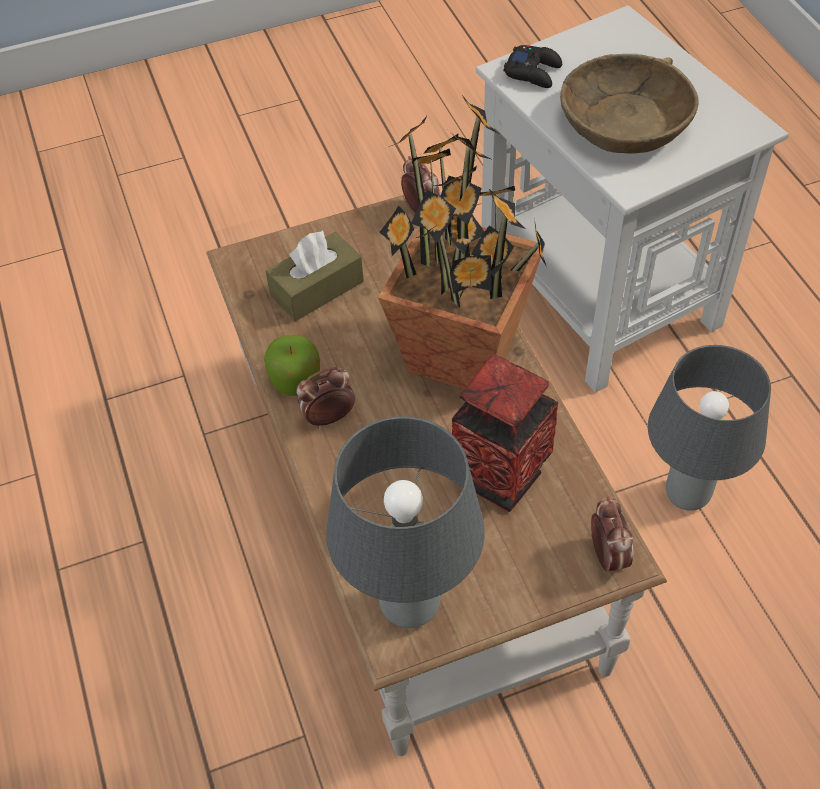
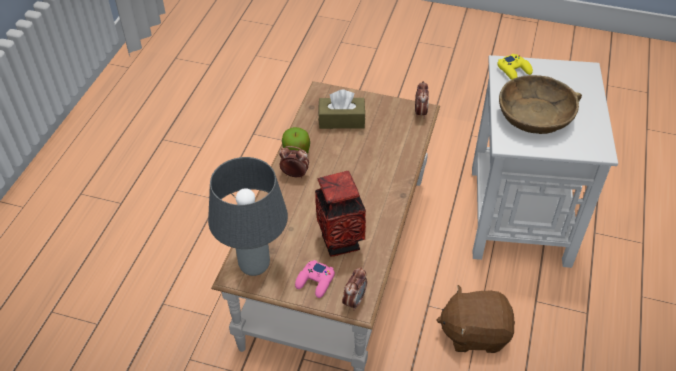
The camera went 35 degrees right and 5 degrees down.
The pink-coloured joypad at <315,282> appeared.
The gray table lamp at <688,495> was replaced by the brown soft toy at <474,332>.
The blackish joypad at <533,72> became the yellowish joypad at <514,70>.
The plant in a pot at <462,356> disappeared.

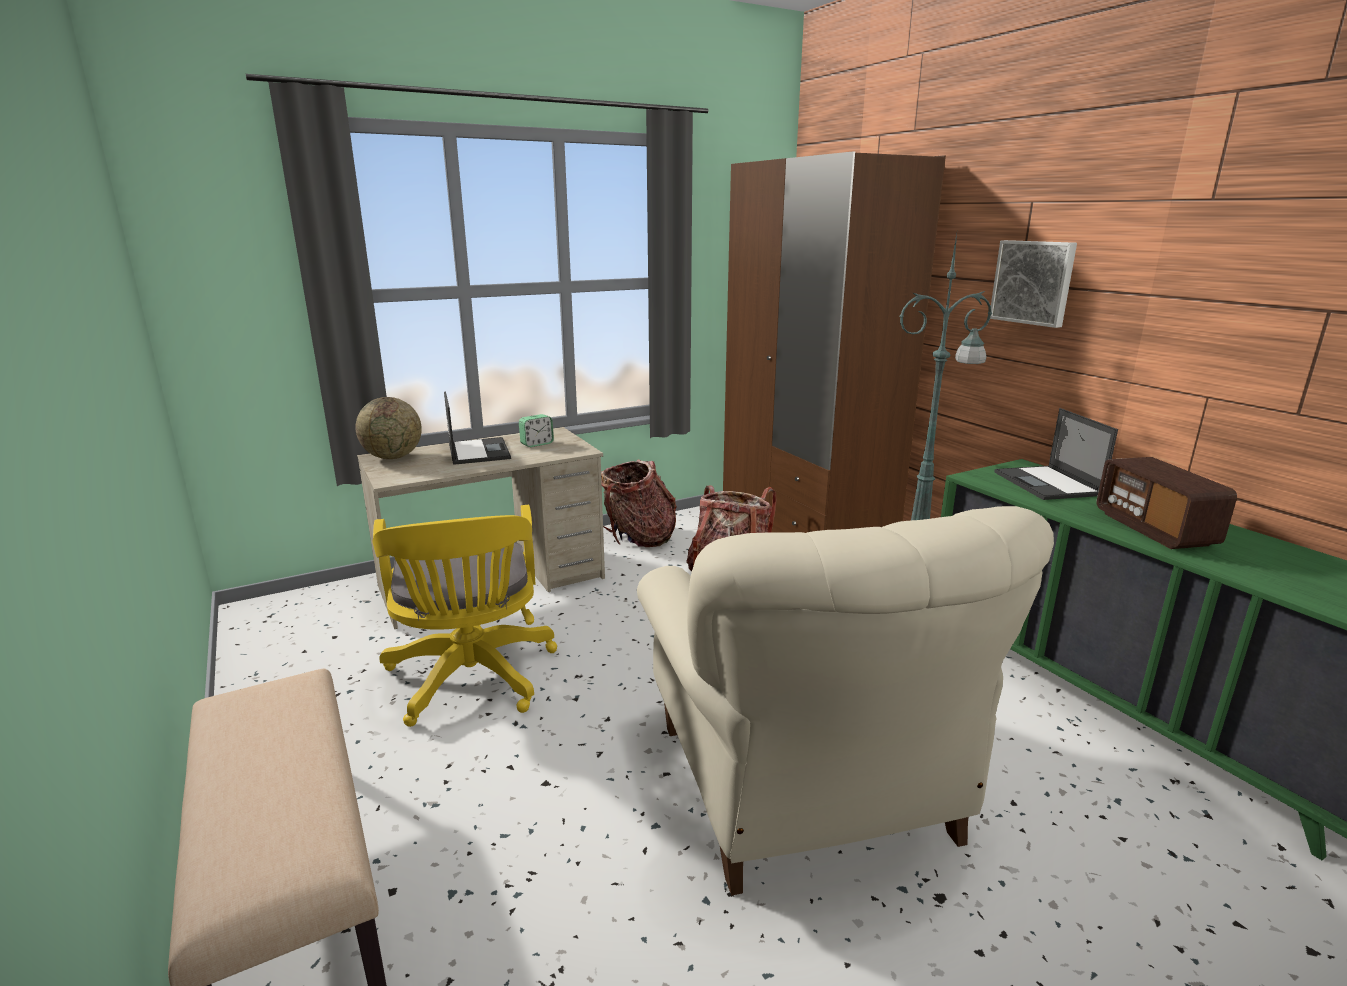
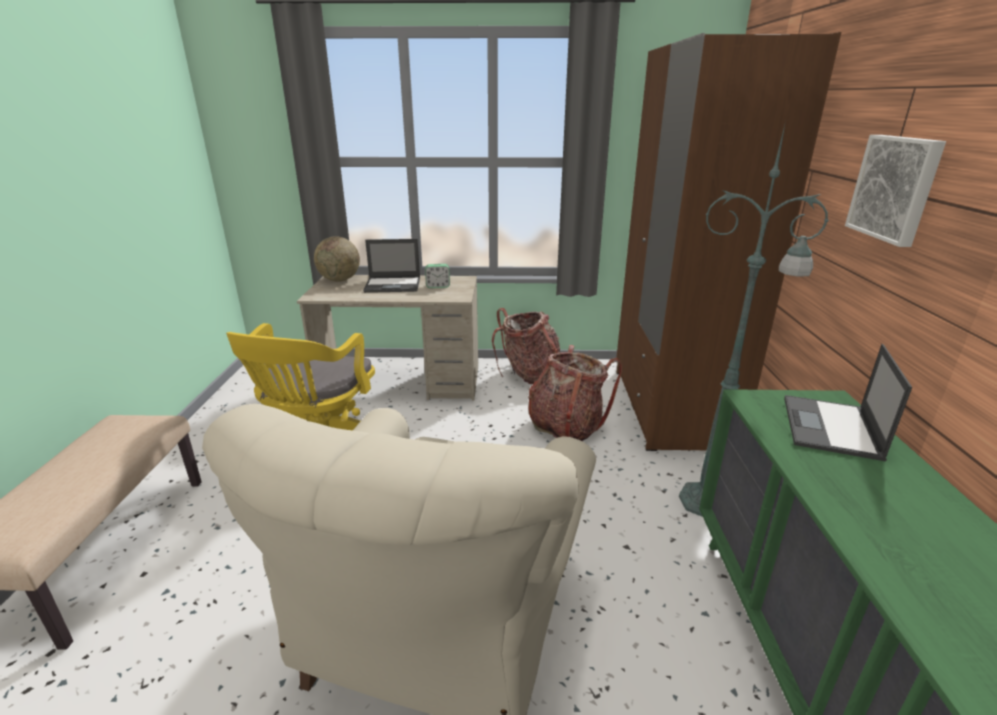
The camera went 30 degrees right and 5 degrees up.
The laptop at <478,451> turned 75 degrees clockwise.
The radio at <1154,529> disappeared.

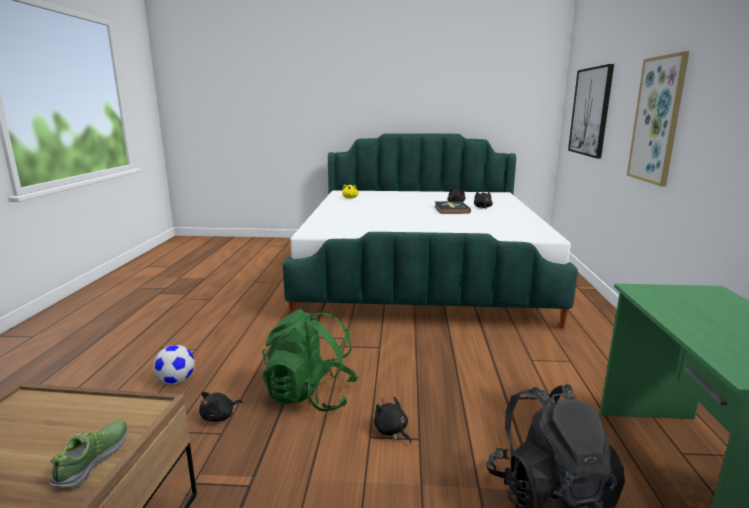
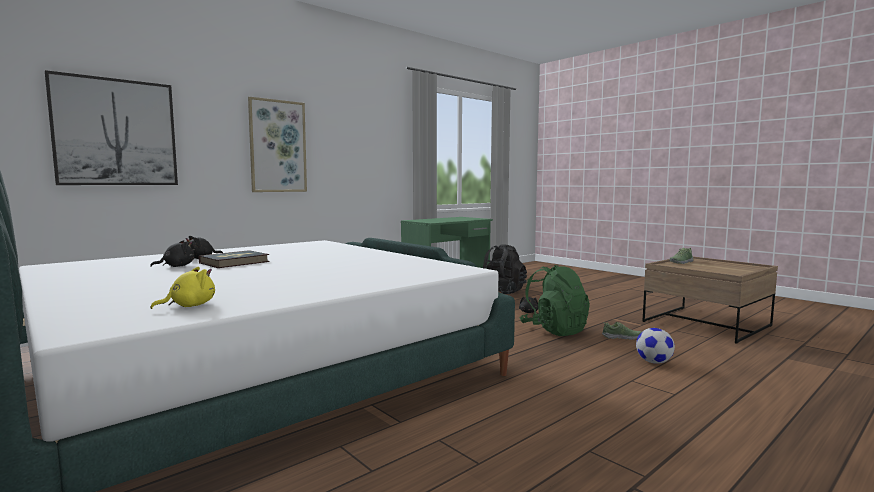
The camera went 135 degrees left and 10 degrees down.
The blackish soft toy at <220,416> was replaced by the shoe at <622,337>.

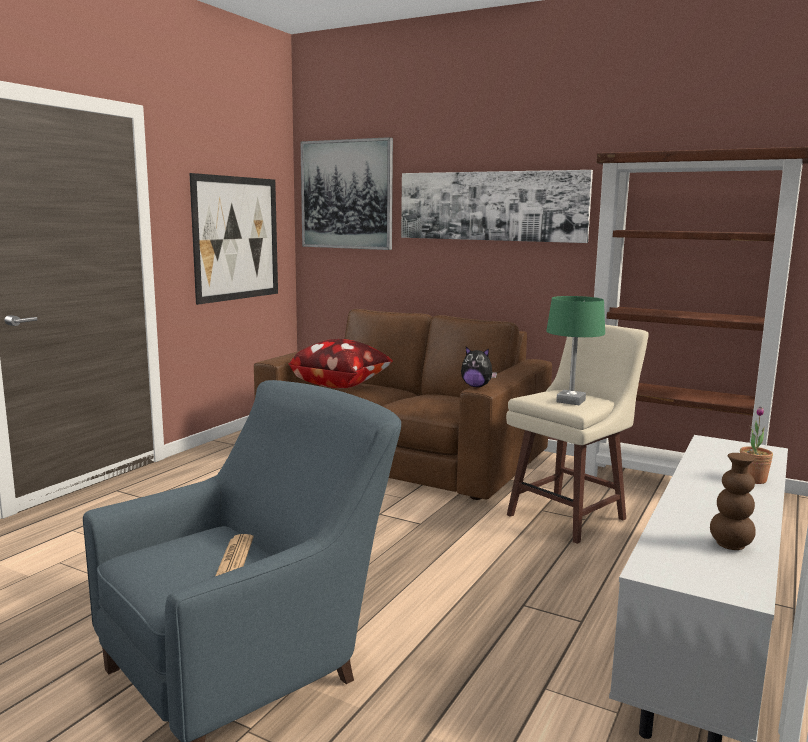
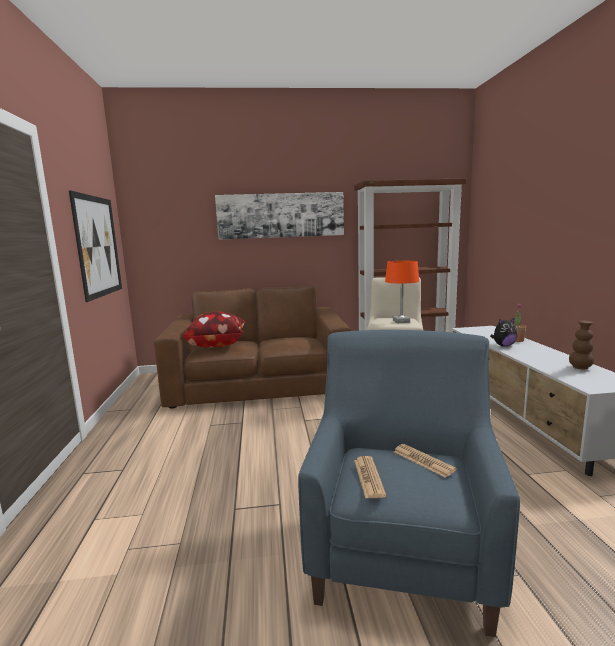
The camera went 35 degrees left and 0 degrees up.
The printed paper at <369,477> appeared.
The greenish table lamp at <571,401> became the orange table lamp at <401,321>.
The soft toy moved from <476,386> to <503,345>.
The picture at <346,194> disappeared.

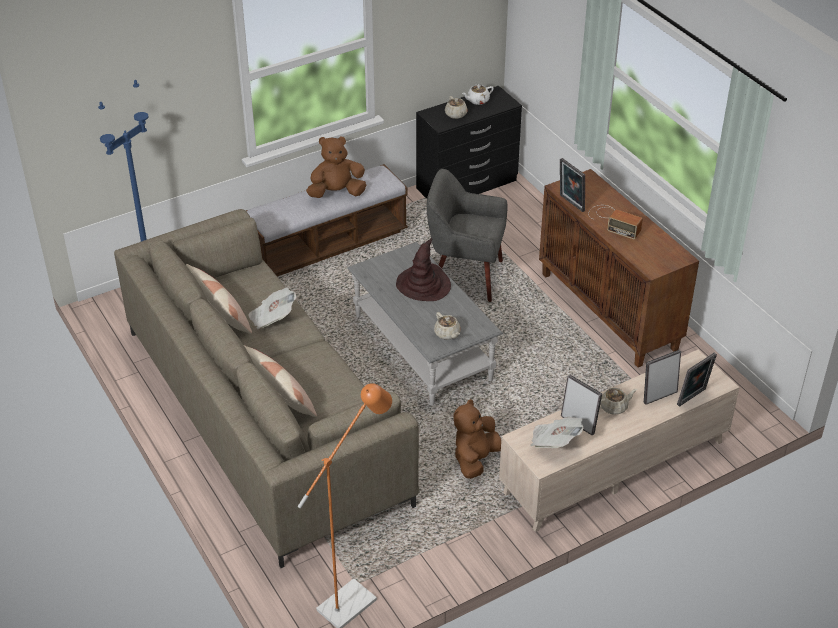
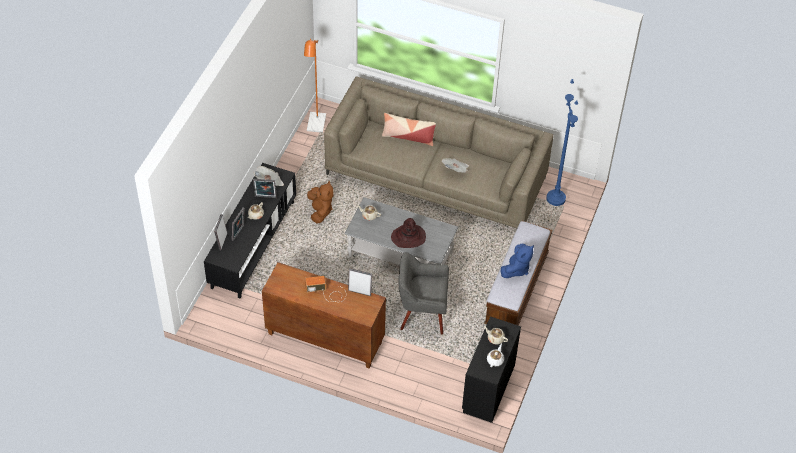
The camera went 140 degrees right and 10 degrees up.
The beige tv unit at <614,467> became the blackish tv unit at <253,244>.
The gray easy chair at <465,276> turned 150 degrees counterclockwise.
The brown soft toy at <336,193> became the blue soft toy at <516,269>.
The cushion at <221,314> disappeared.

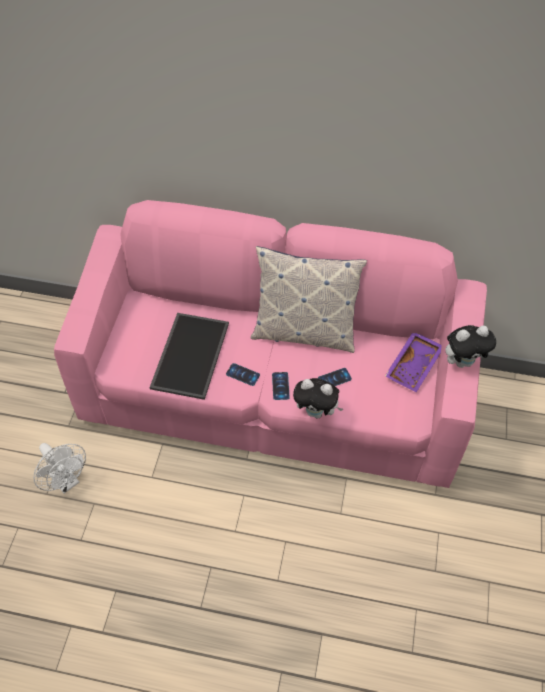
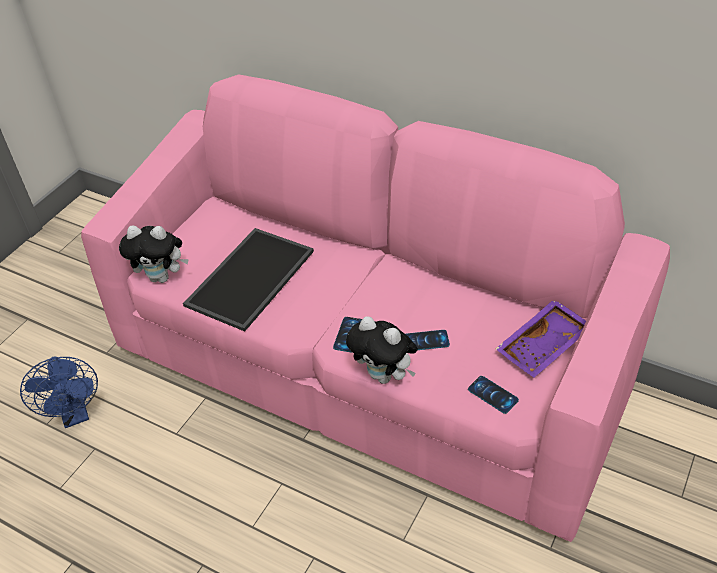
The camera went 20 degrees right and 10 degrees down.
The white cooling fan at <67,481> became the blue cooling fan at <75,415>.
The soft toy moved from <463,361> to <162,277>.
The handset moved from <243,374> to <493,395>.
The cushion at <304,332> disappeared.

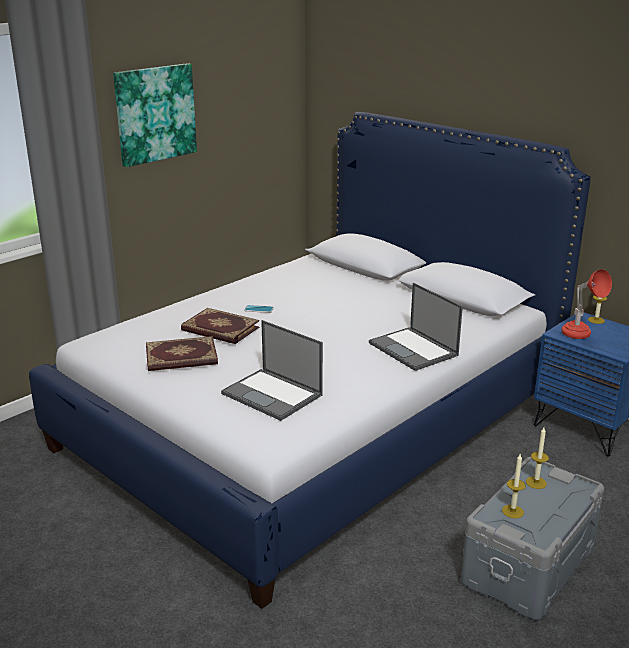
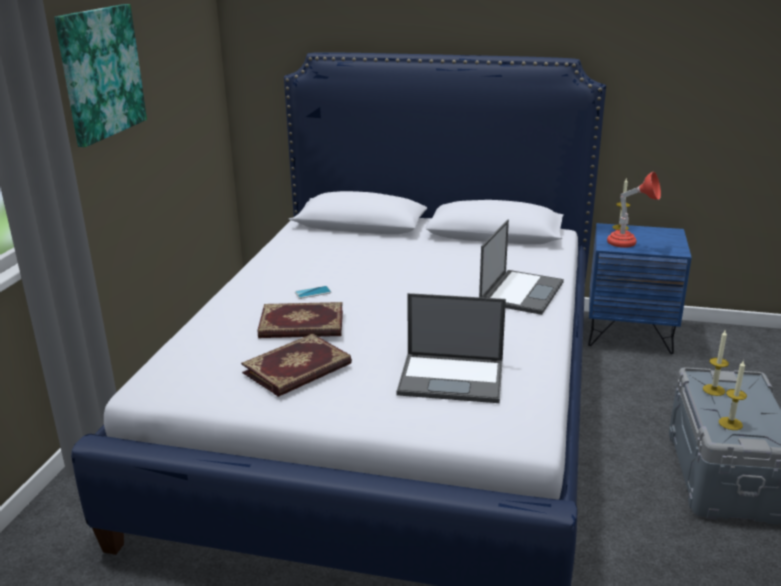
The camera went 30 degrees left and 0 degrees up.
The laptop at <414,349> turned 90 degrees counterclockwise.

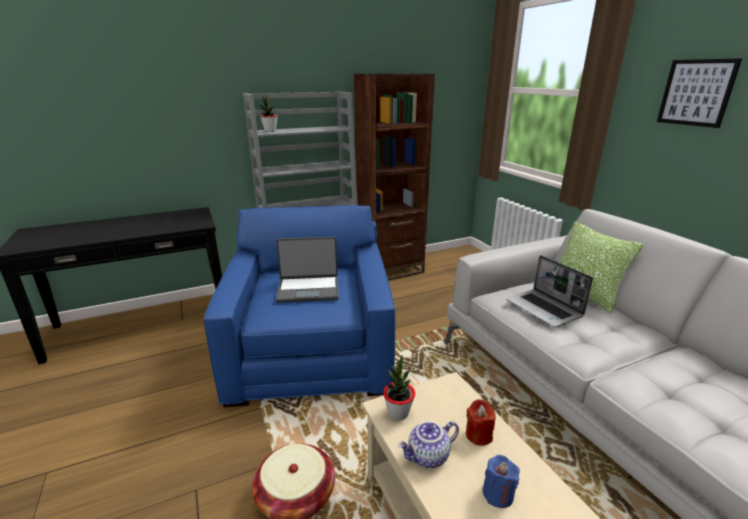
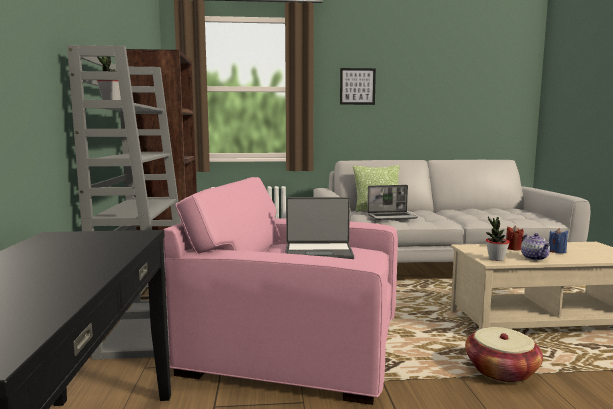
The camera went 70 degrees left and 15 degrees down.
The blue easy chair at <311,349> became the pink-coloured easy chair at <294,343>.
The laptop at <308,289> turned 75 degrees clockwise.

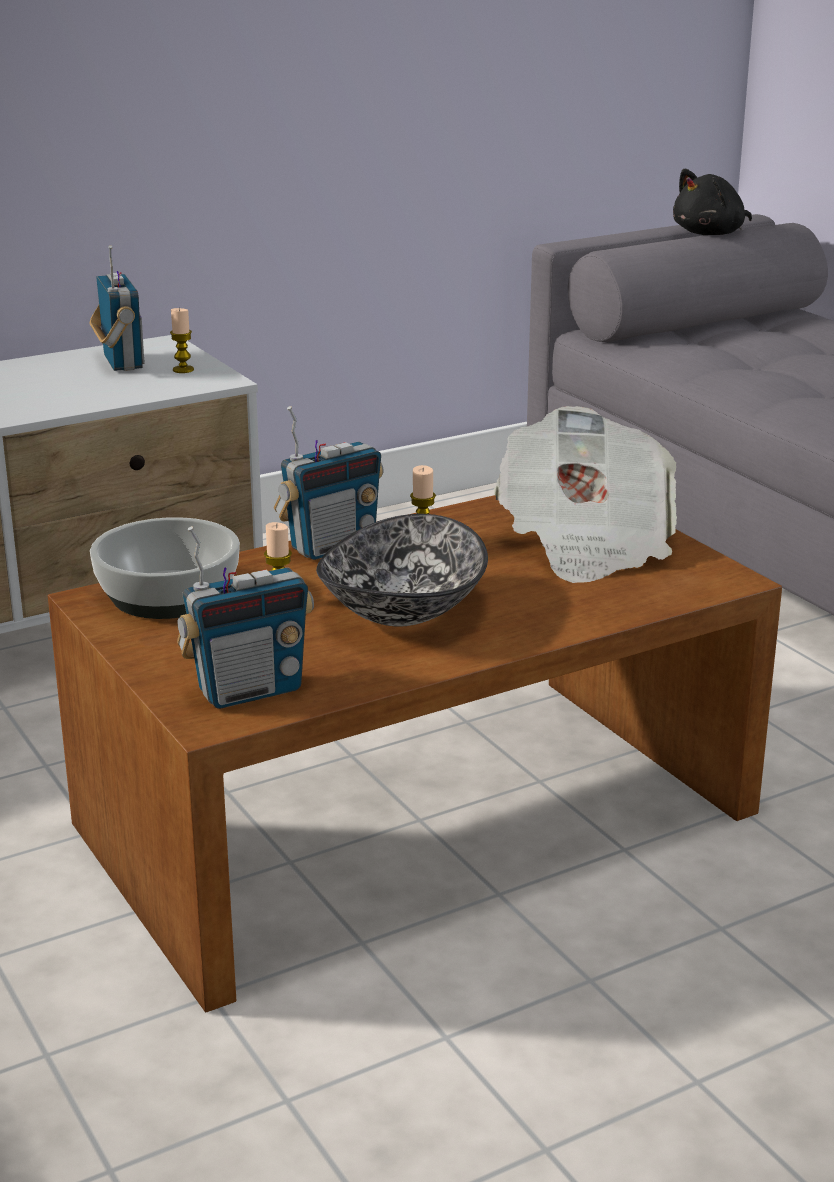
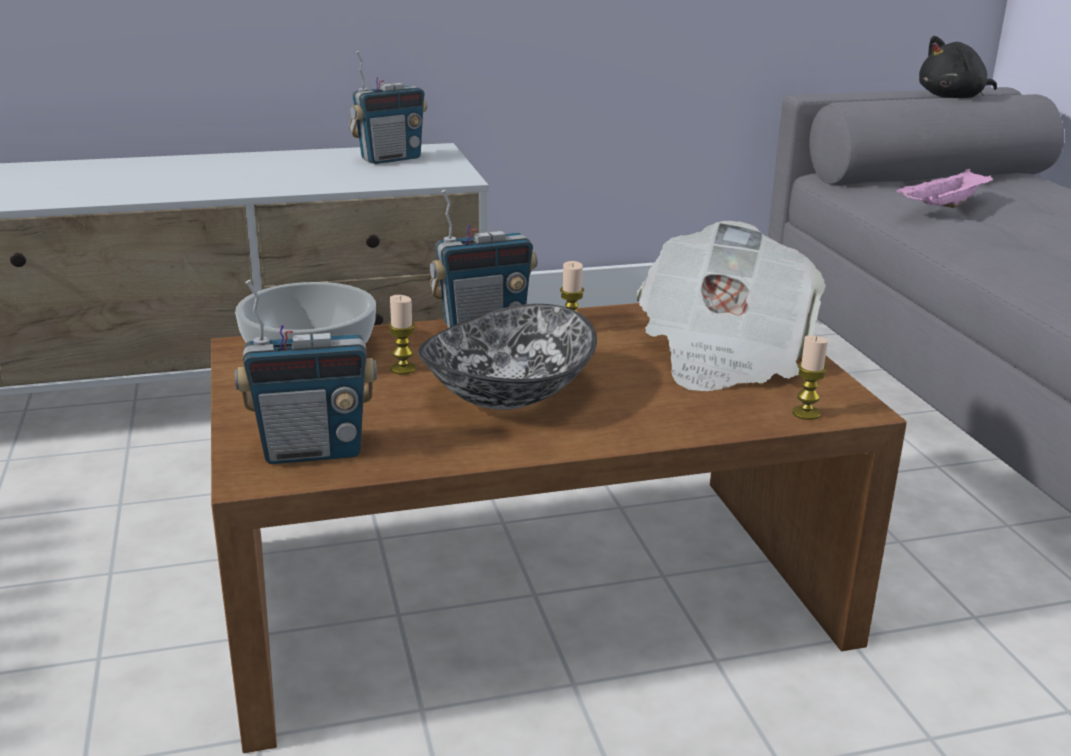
The camera went 15 degrees right and 0 degrees up.
The radio at <121,362> turned 60 degrees clockwise.
The wax candle moved from <183,370> to <806,413>.
The pink-coloured serving tray at <942,208> appeared.

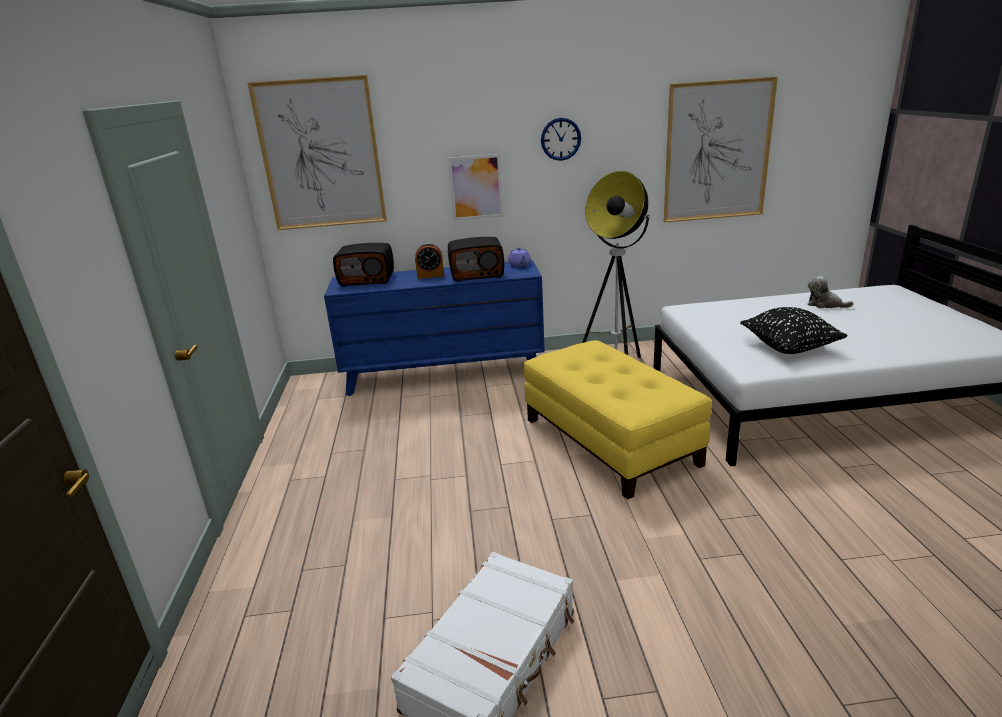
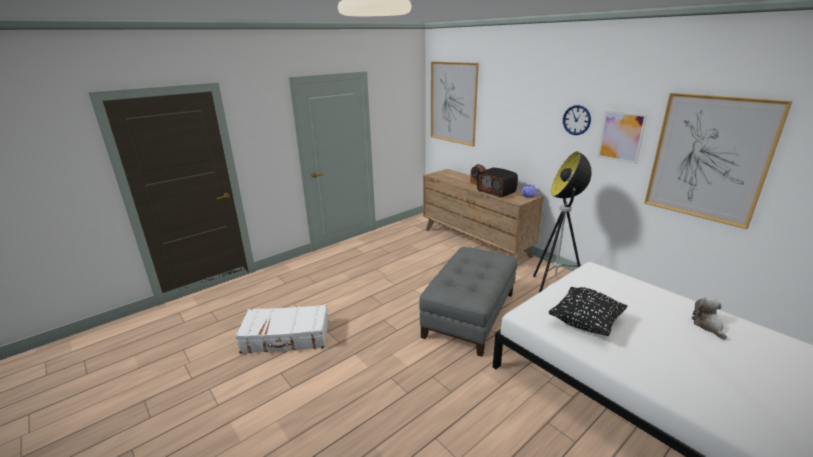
The camera went 55 degrees right and 0 degrees up.
The yellowish pouffe at <611,441> became the gray pouffe at <470,314>.
The blue dresser at <444,373> became the brown dresser at <475,242>.
The picture moved from <476,187> to <621,136>.
The radio at <367,279> disappeared.

